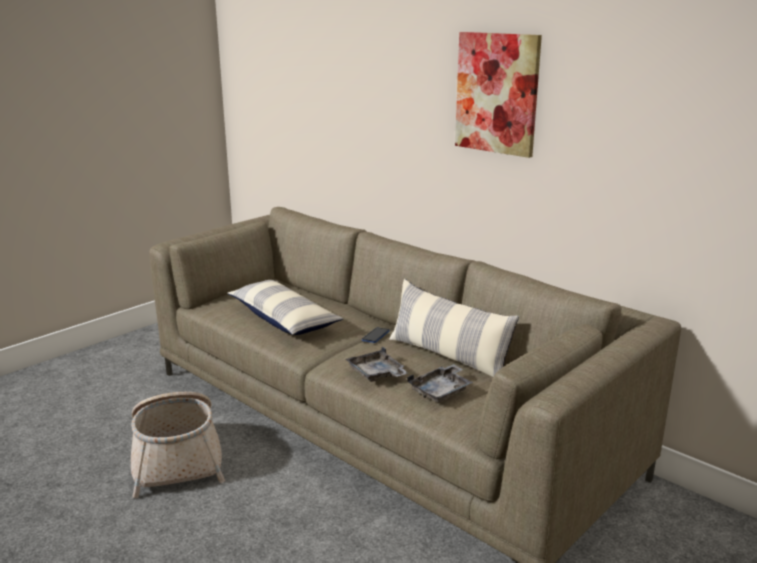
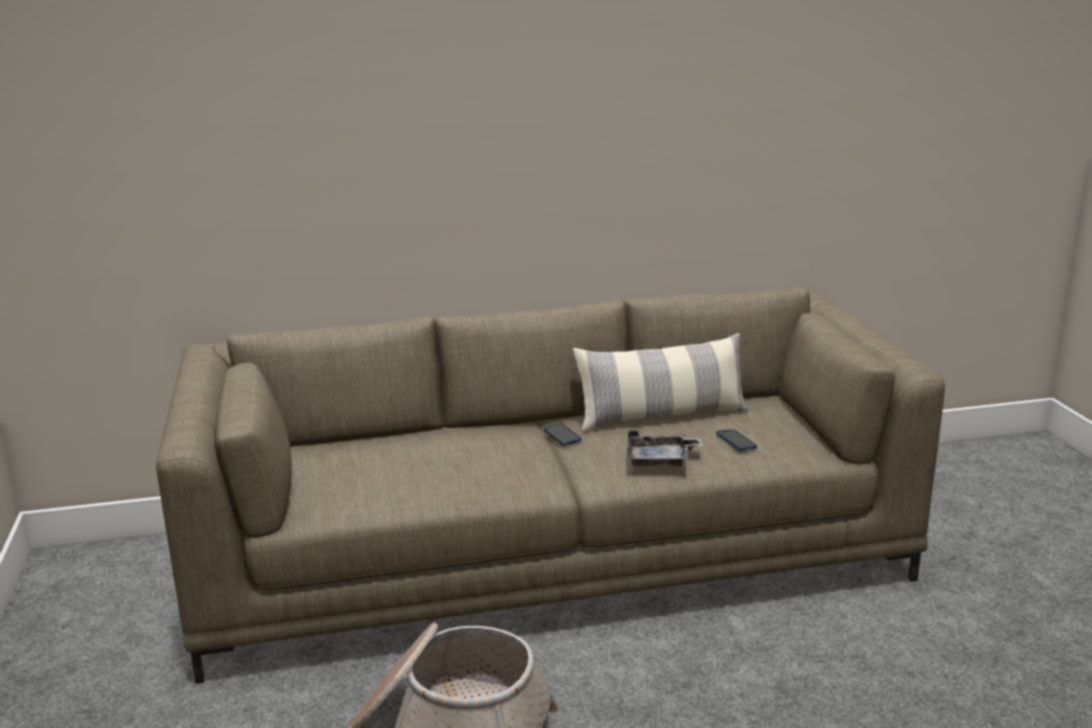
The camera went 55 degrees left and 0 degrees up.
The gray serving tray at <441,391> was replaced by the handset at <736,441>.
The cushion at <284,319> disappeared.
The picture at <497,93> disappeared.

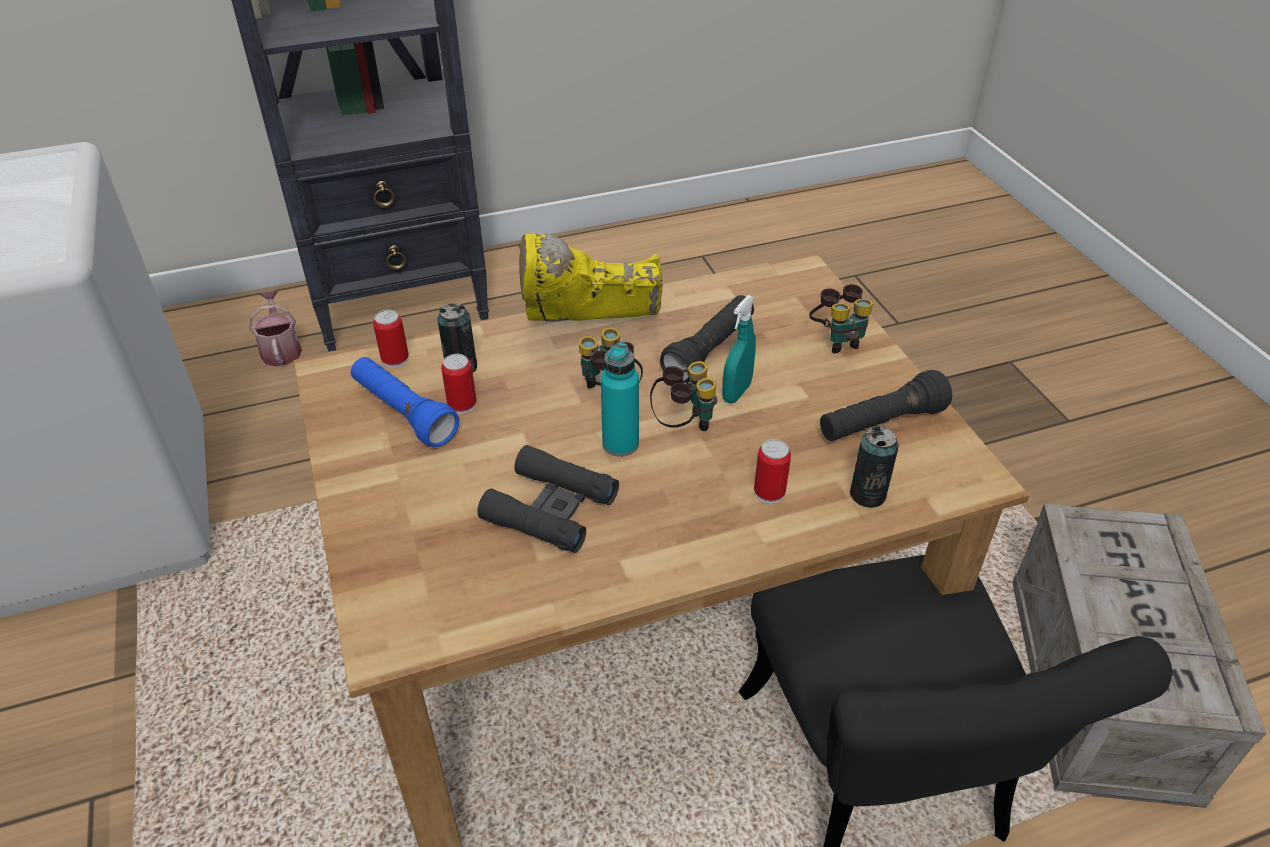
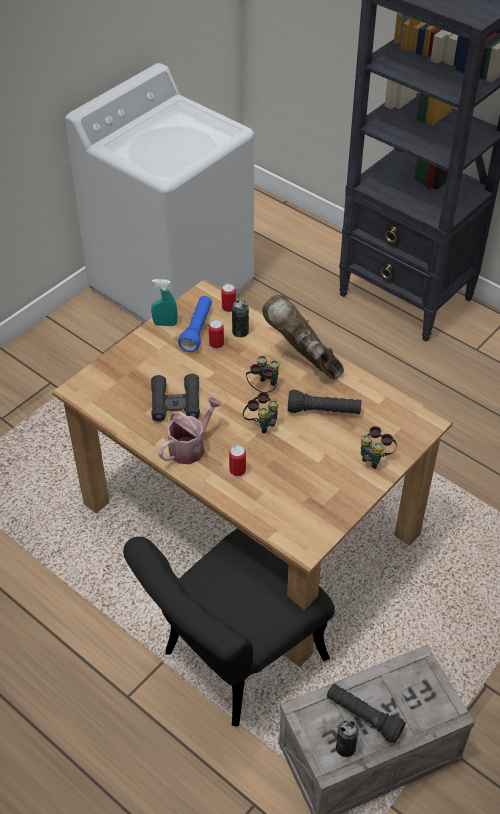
The camera went 60 degrees right and 5 degrees up.
The turquoise sprayer moved from <736,392> to <165,324>.
The sprinkling can moved from <281,349> to <190,447>.
The yellowish boot at <587,329> became the brown boot at <303,360>.
The blackish torch moved from <880,424> to <363,717>.
The metal can moved from <867,495> to <345,747>.
The turquoise bottle at <620,444> disappeared.

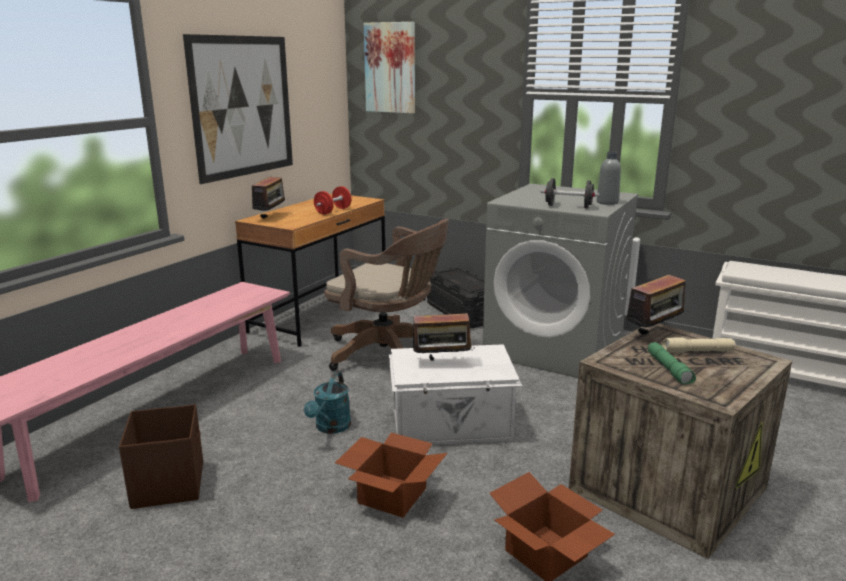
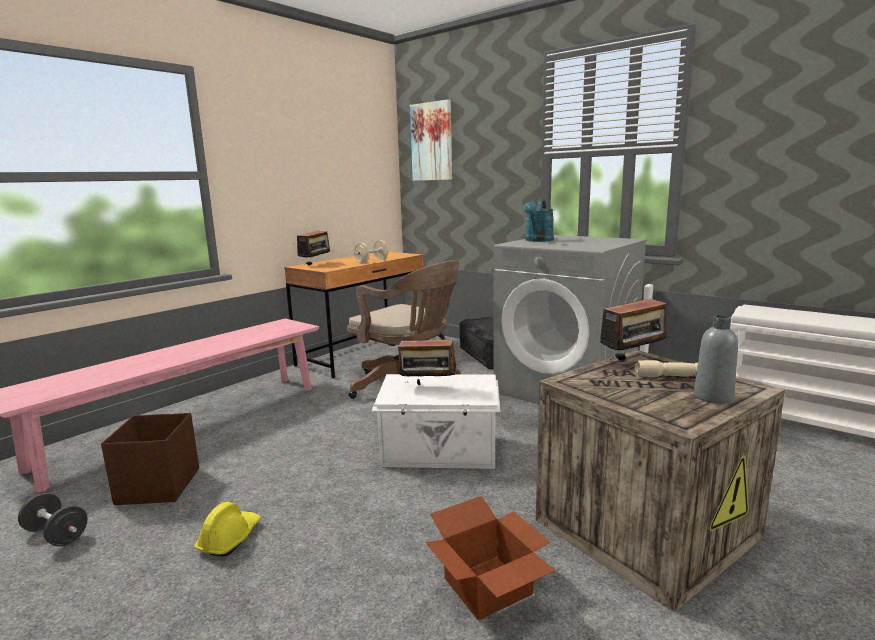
The camera went 10 degrees right and 5 degrees down.
The blackish dumbbell moved from <568,206> to <56,535>.
The yellowish hard hat at <229,538> appeared.
The red-coloured dumbbell at <333,211> became the beige dumbbell at <371,261>.
The turquoise sprinkling can moved from <330,428> to <538,240>.
The gray bottle moved from <607,202> to <713,397>.
The picture at <243,107> disappeared.
The packing box at <391,494> disappeared.
The greenish torch at <669,369> disappeared.

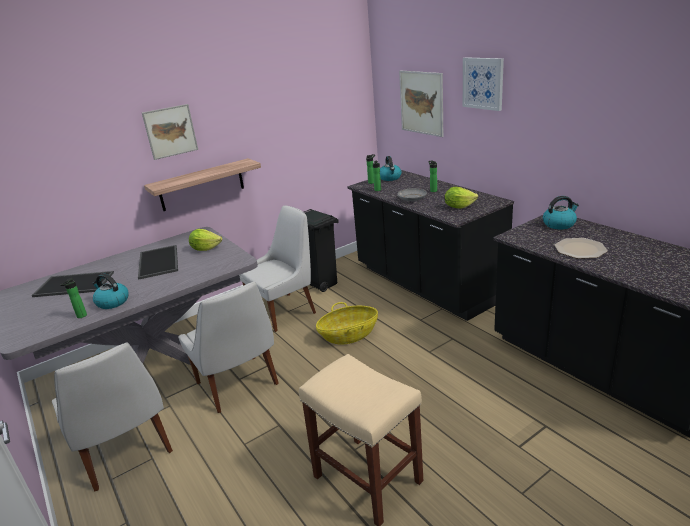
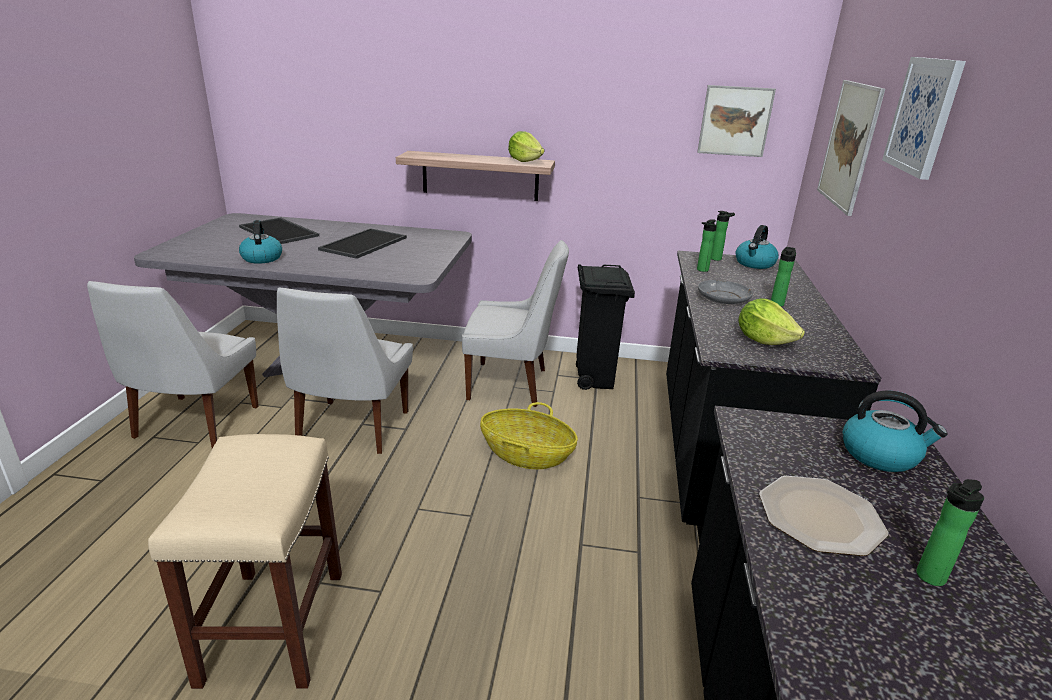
The camera went 40 degrees right and 0 degrees up.
The lettuce head moved from <205,248> to <525,161>.
The picture moved from <170,131> to <735,121>.
The bottle moved from <80,316> to <928,578>.

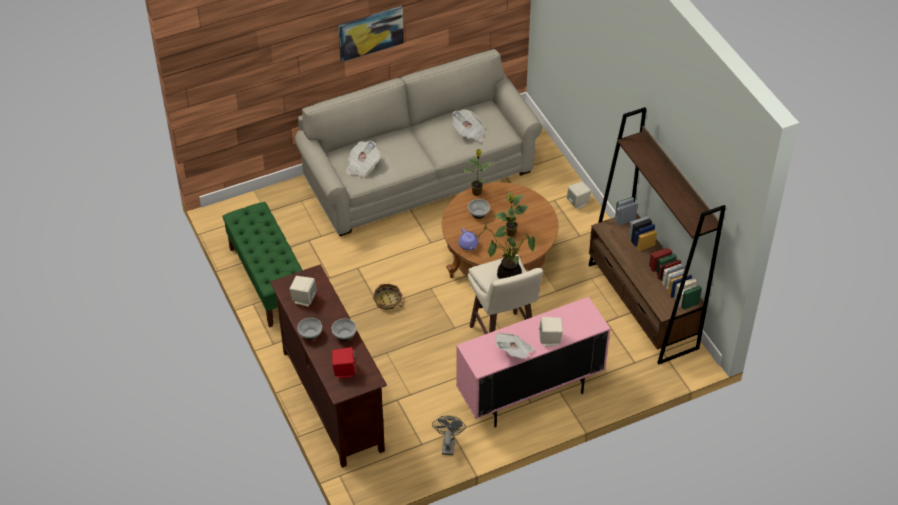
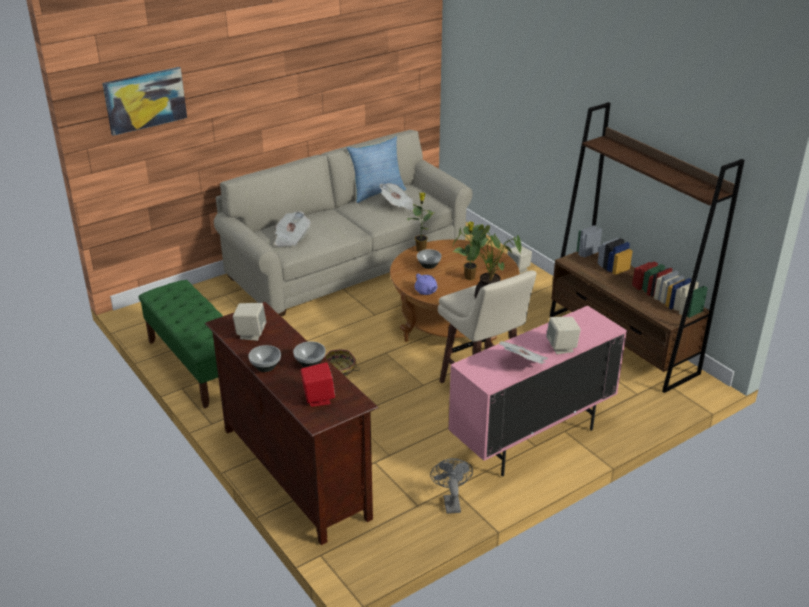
The camera went 10 degrees left and 15 degrees down.
The picture moved from <370,33> to <145,100>.
The cushion at <376,192> appeared.

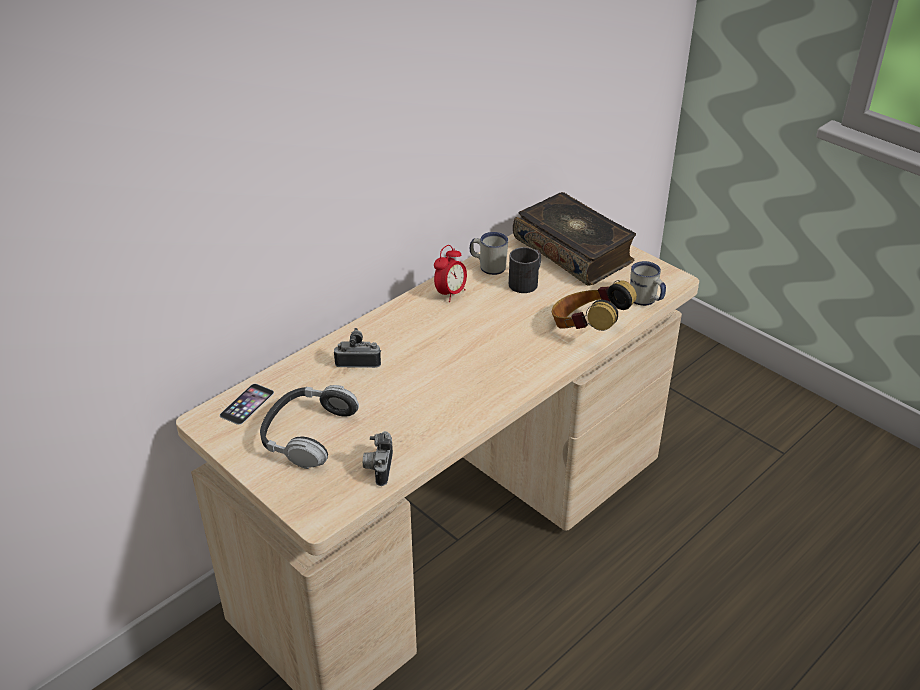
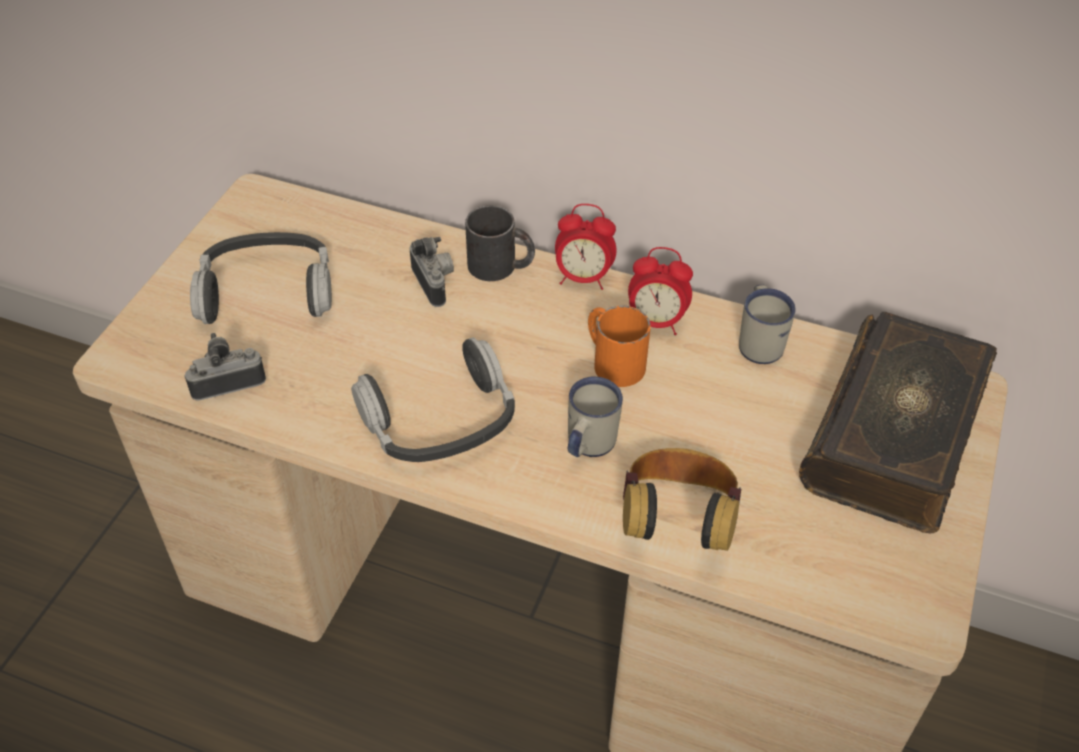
The camera went 65 degrees right and 10 degrees up.
The pair of headphones at <440,419> appeared.
The blackish mug moved from <527,281> to <501,266>.
The bedside clock at <583,278> appeared.
The white mug moved from <645,301> to <587,445>.
The orange mug at <612,360> appeared.
The handset at <247,404> disappeared.

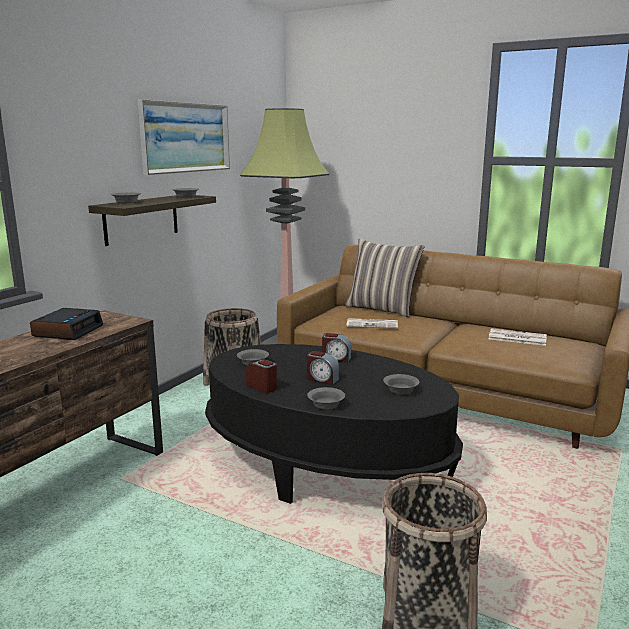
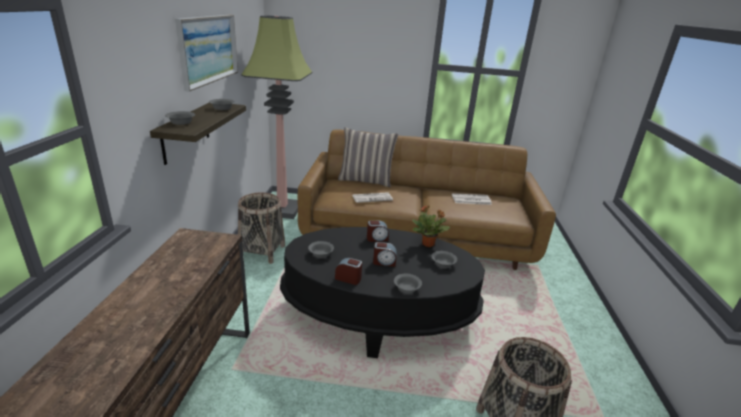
The camera went 25 degrees left and 10 degrees up.
The plant in a pot at <428,244> appeared.
The bedside clock at <68,331> disappeared.

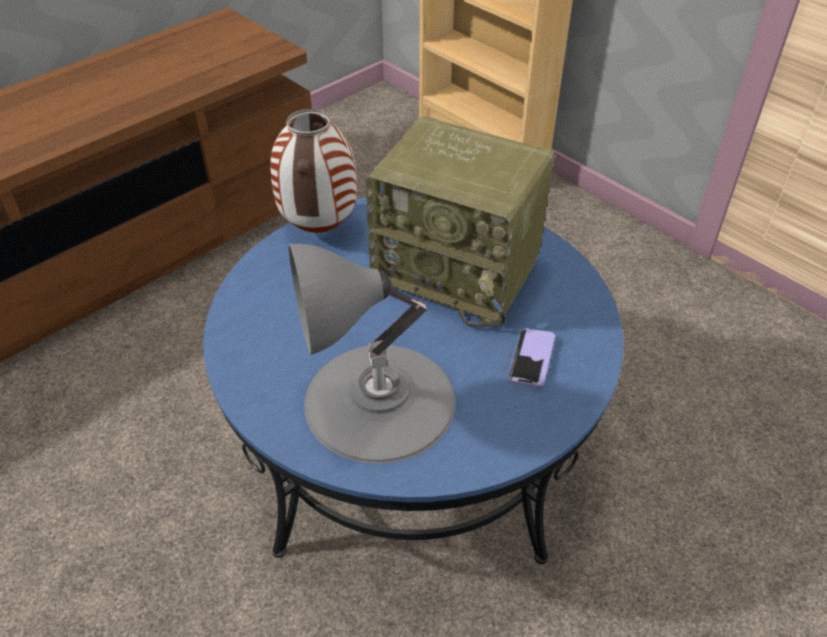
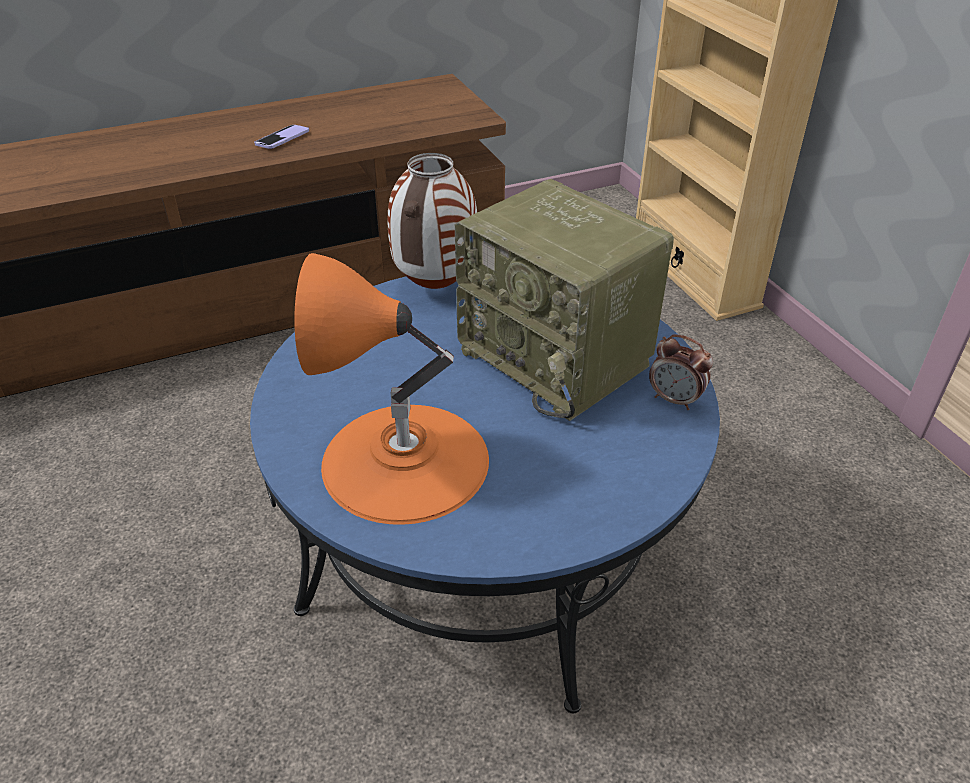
The camera went 20 degrees right and 5 degrees down.
The handset moved from <531,359> to <282,138>.
The gray table lamp at <379,401> became the orange table lamp at <404,461>.
The bedside clock at <675,400> appeared.

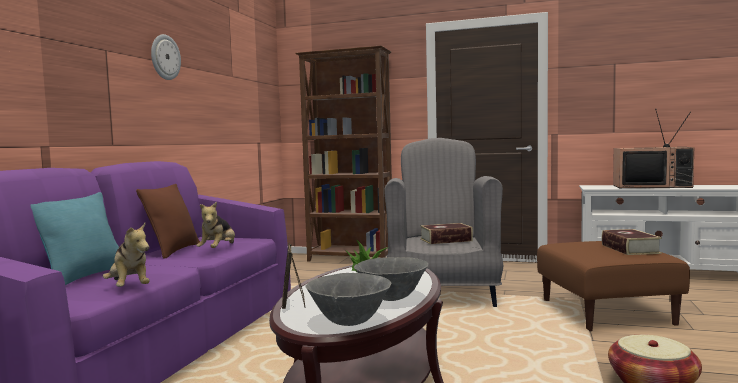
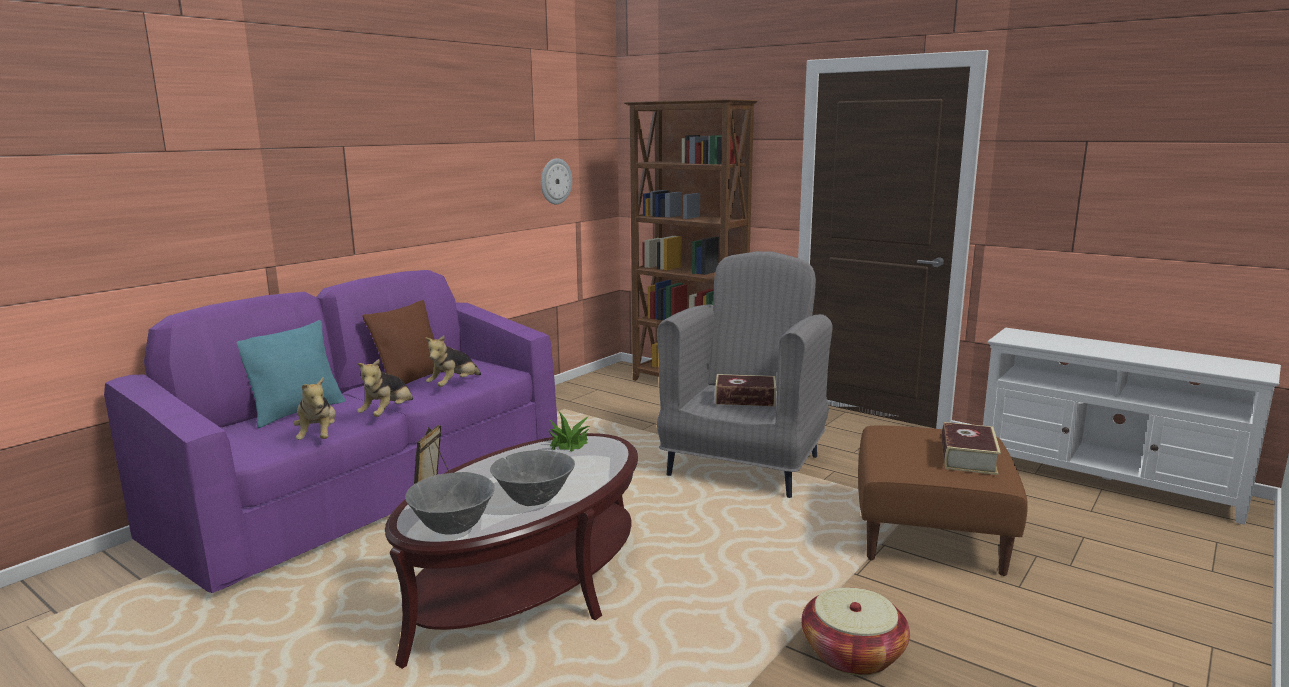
The camera went 20 degrees right and 10 degrees up.
The soft toy at <388,414> appeared.
The hanging clock moved from <165,57> to <555,181>.
The television at <652,186> disappeared.

